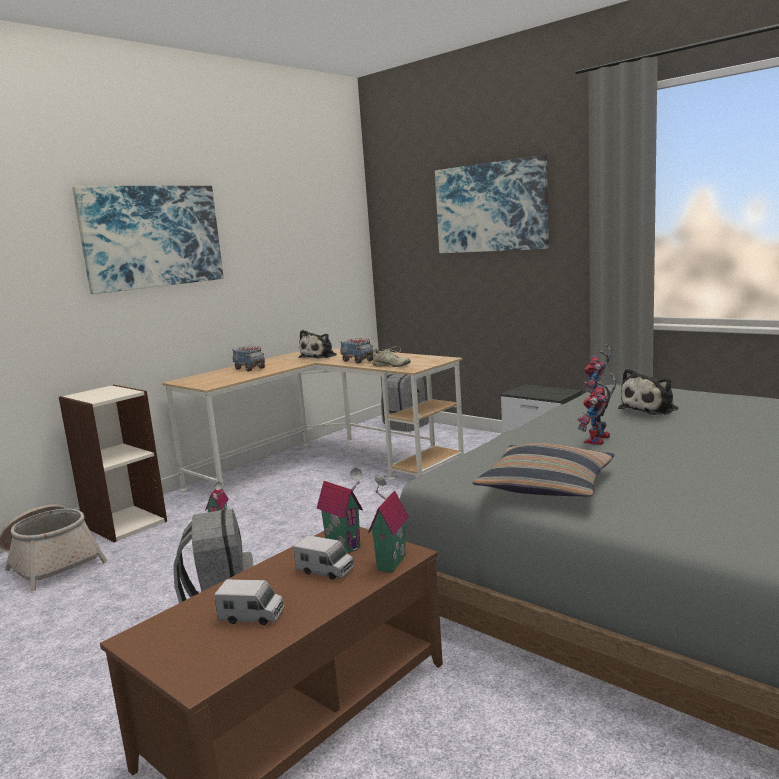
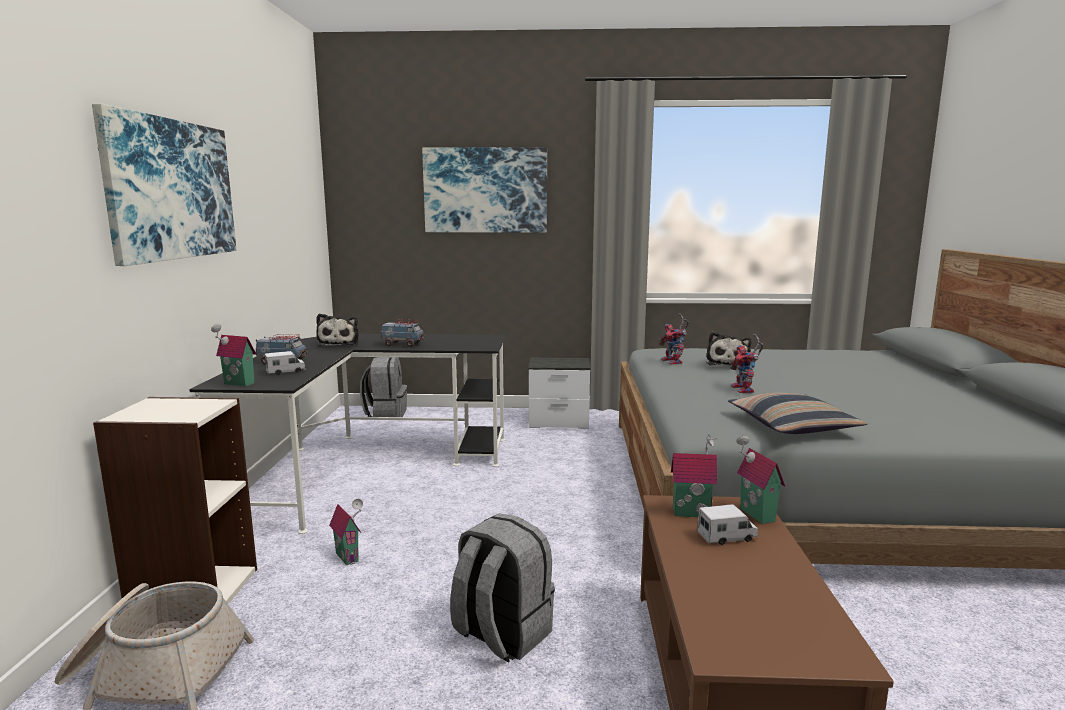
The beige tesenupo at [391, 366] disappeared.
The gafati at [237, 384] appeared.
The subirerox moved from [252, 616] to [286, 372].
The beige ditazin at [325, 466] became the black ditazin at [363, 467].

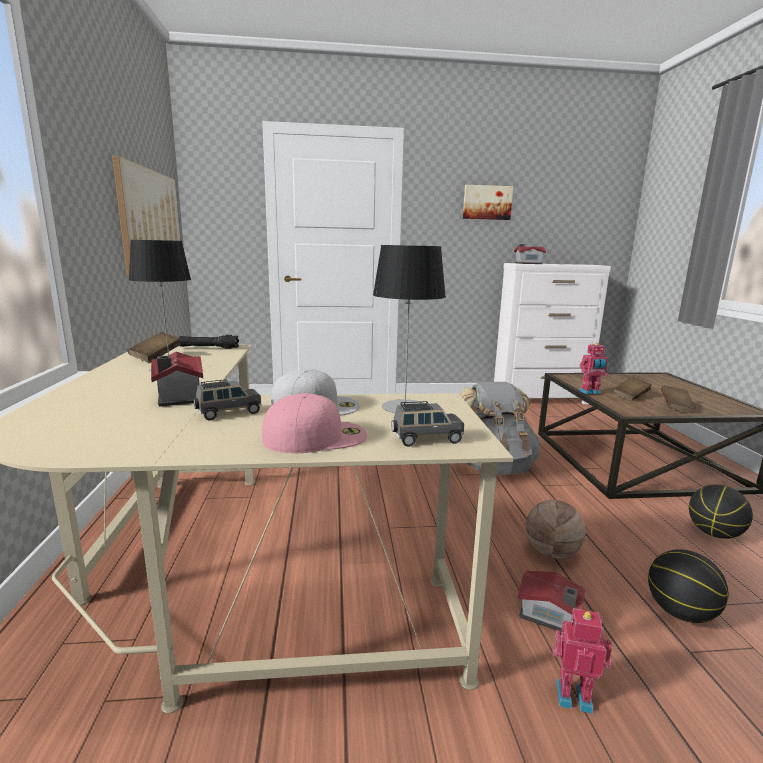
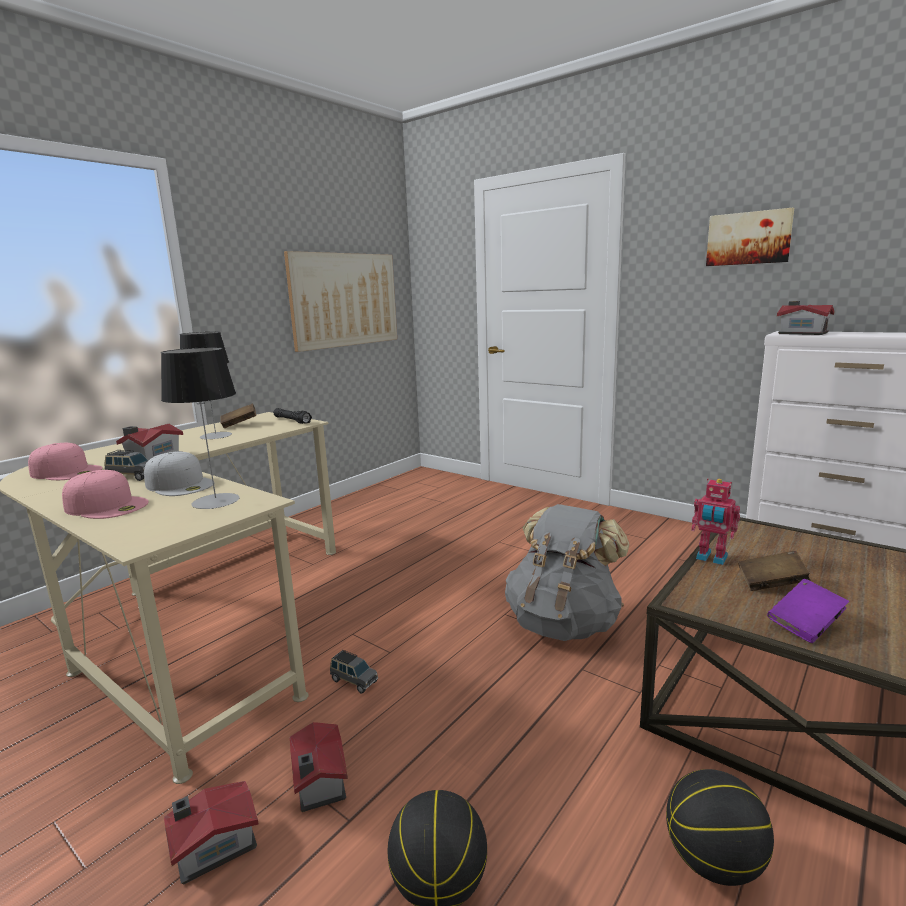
The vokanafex at [551, 552] disappeared.
The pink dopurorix at [67, 472] appeared.
The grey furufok moved from [426, 439] to [353, 681].
The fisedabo at [573, 694] was replaced by the gafati at [213, 846].
The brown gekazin at [676, 407] became the purple gekazin at [805, 625].

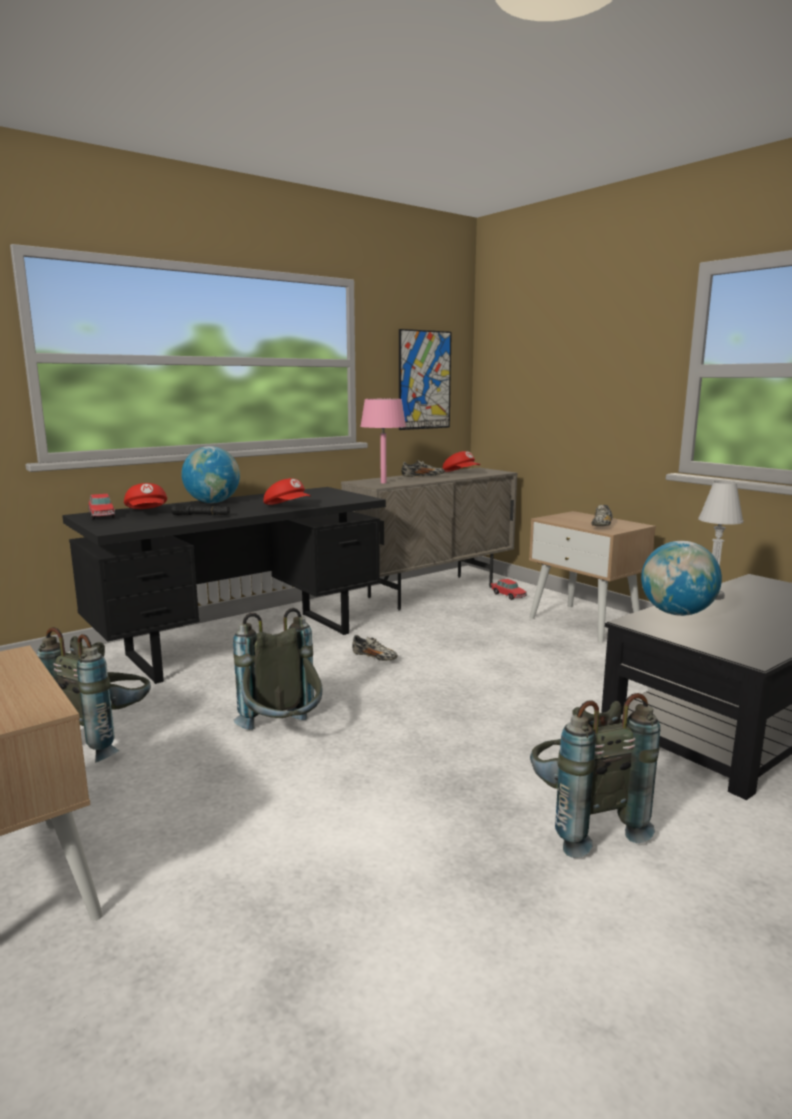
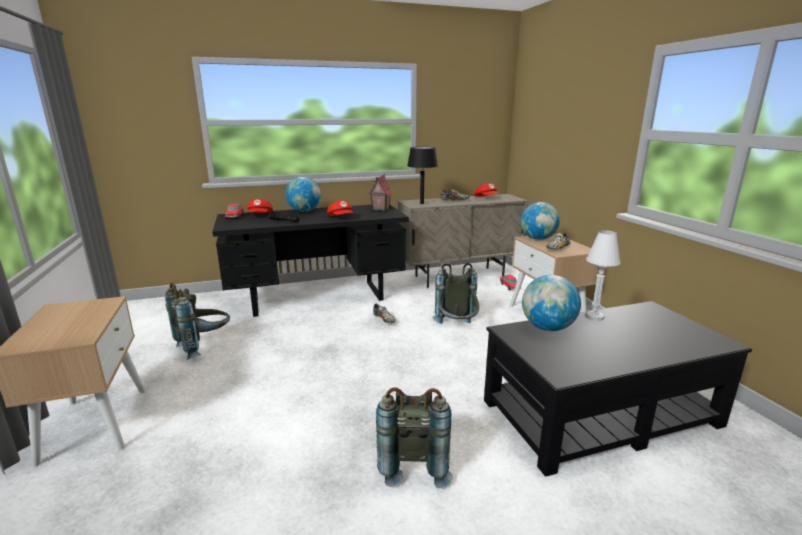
The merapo at [424, 380] disappeared.
The gafati at [380, 209] appeared.
The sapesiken at [538, 239] appeared.
The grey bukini moved from [283, 735] to [456, 328].
The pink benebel at [383, 483] became the black benebel at [421, 203].

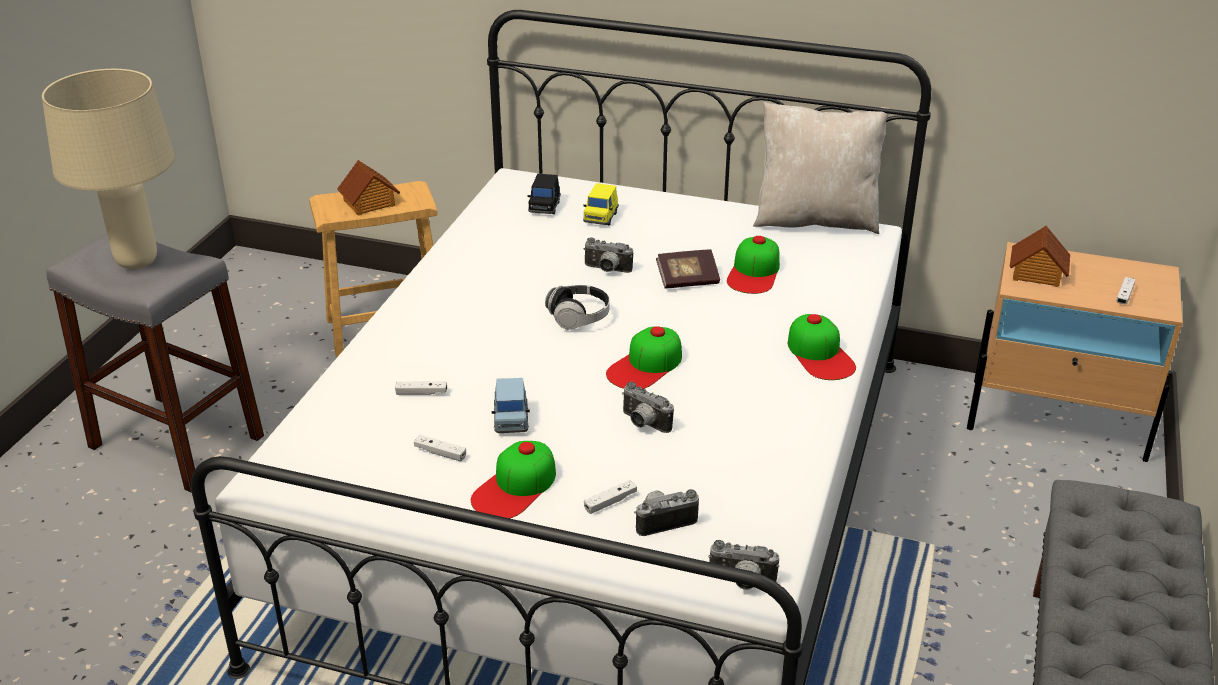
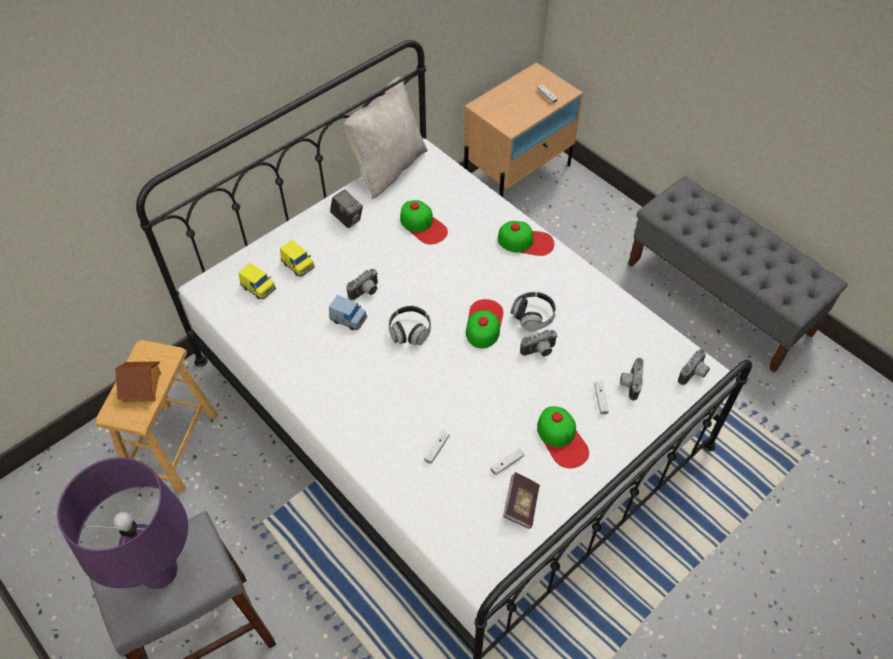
The gafati at [1036, 273] disappeared.
The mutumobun at [347, 219] appeared.
The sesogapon at [533, 316] appeared.
The blue furufok moved from [511, 420] to [348, 319].
The gekazin moved from [687, 280] to [521, 505].
The beige benebel at [136, 261] became the purple benebel at [160, 574].
The black furufok at [544, 207] became the yellow furufok at [258, 288].
The dopurorix at [645, 365] turned 150 degrees counterclockwise.

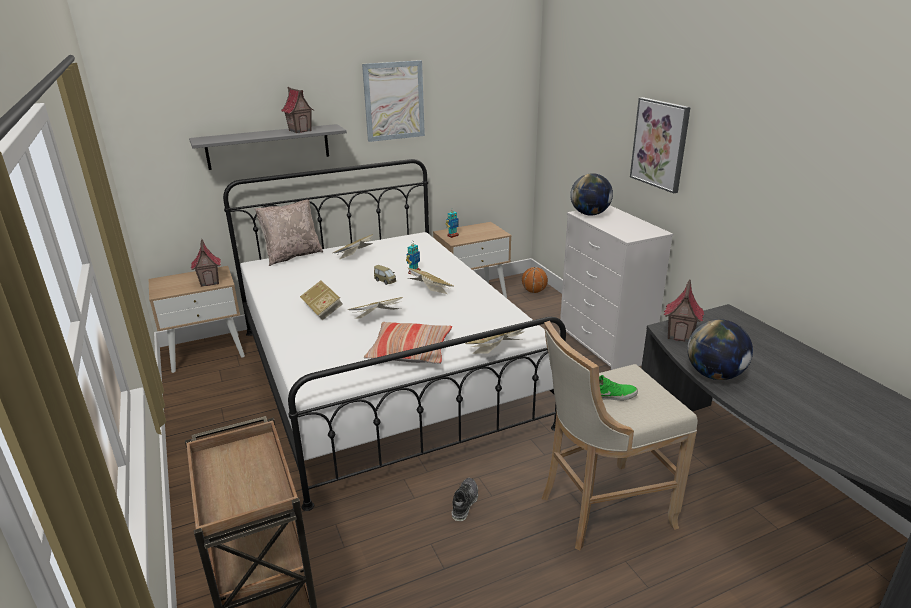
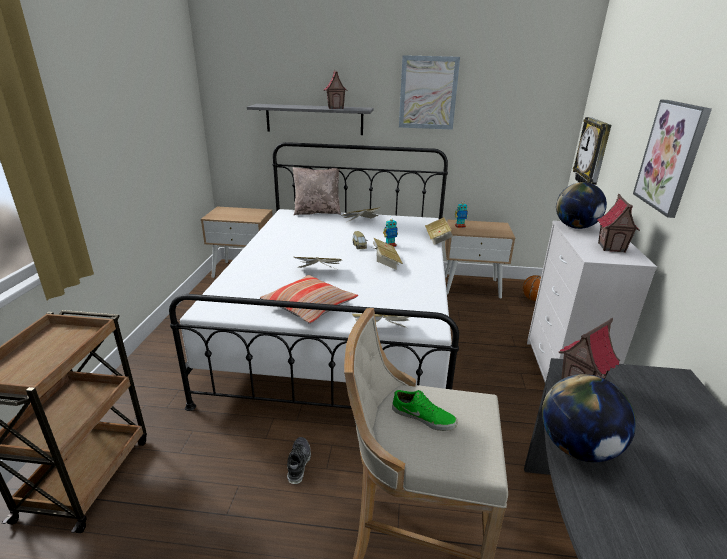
The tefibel at [593, 153] appeared.
The gafati moved from [210, 282] to [612, 247].
The gekazin moved from [322, 310] to [438, 239].
The tesenupo at [464, 503] turned 45 degrees counterclockwise.

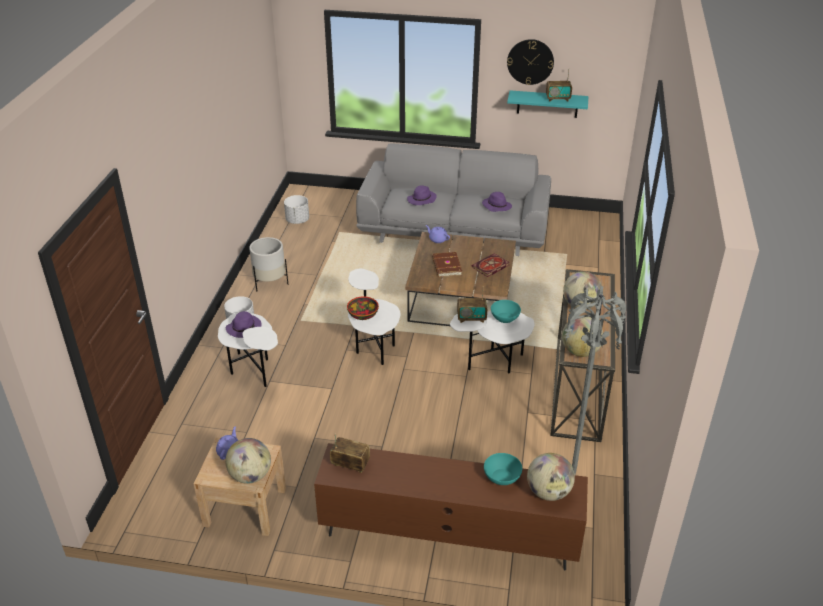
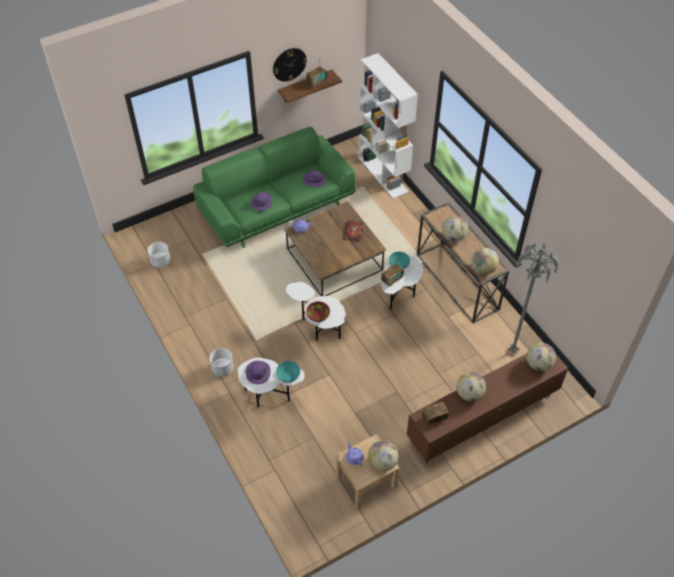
The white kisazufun at [270, 282] disappeared.
The brown gekazin at [446, 266] disappeared.
The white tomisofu at [383, 174] appeared.
The sapesiken at [469, 394] appeared.
The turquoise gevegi moved from [502, 477] to [288, 375].
The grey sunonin at [455, 231] became the green sunonin at [277, 207].
The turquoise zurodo at [547, 104] became the brown zurodo at [305, 86].

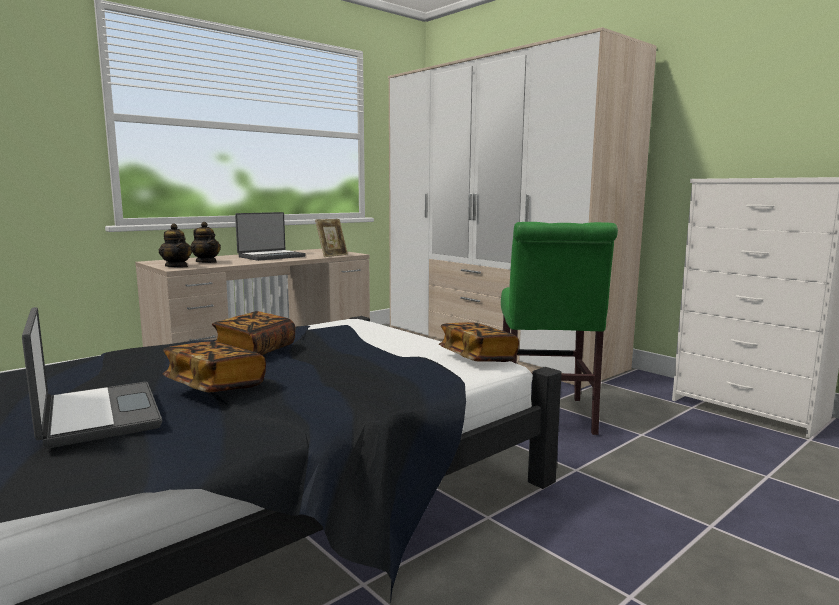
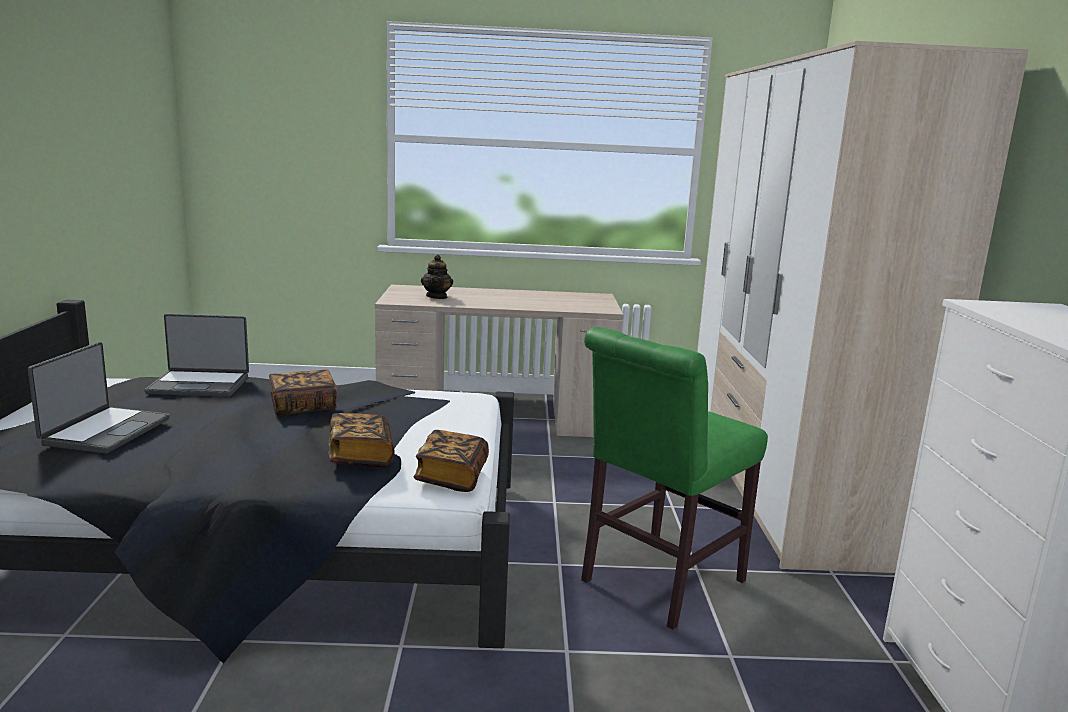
The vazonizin at [177, 266] disappeared.
The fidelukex at [332, 255] disappeared.
The gekazin moved from [215, 385] to [360, 456].
The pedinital moved from [271, 256] to [200, 385].

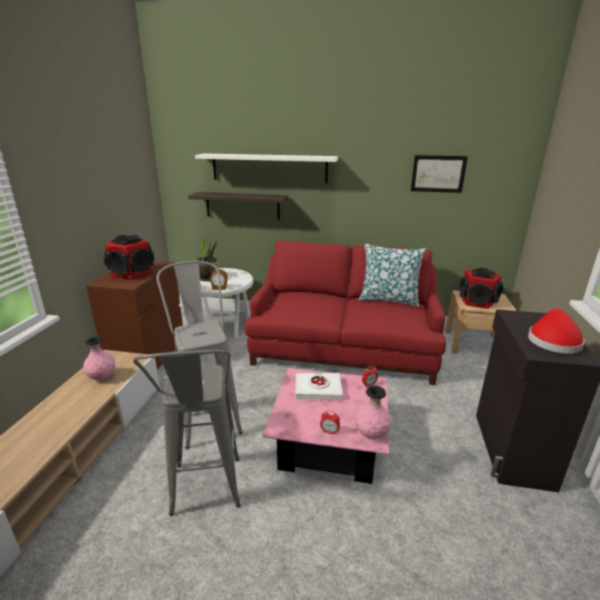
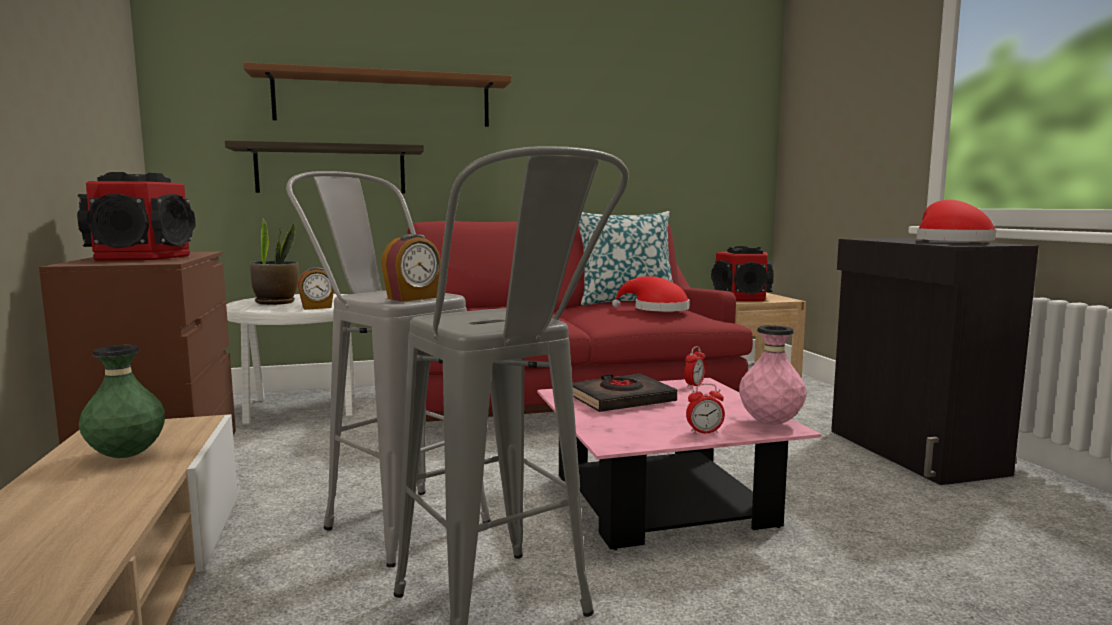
The merapo at [438, 174] disappeared.
The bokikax at [413, 298] appeared.
The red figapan at [656, 309] appeared.
The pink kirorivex at [102, 378] became the green kirorivex at [127, 456].
The white zurodo at [269, 168] became the brown zurodo at [383, 100].
The white gekazin at [318, 389] became the black gekazin at [621, 400].

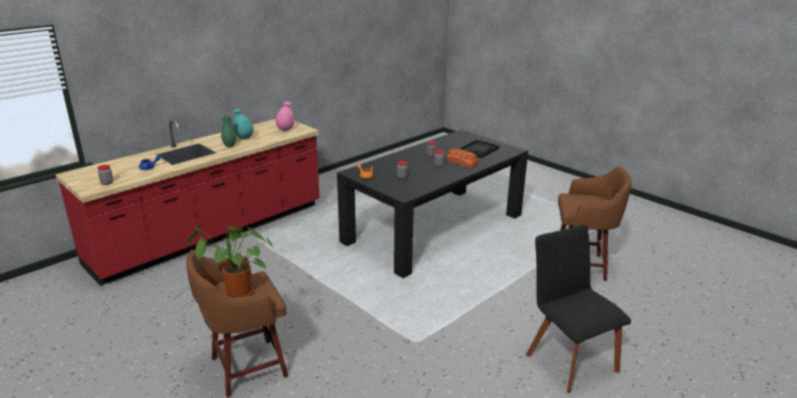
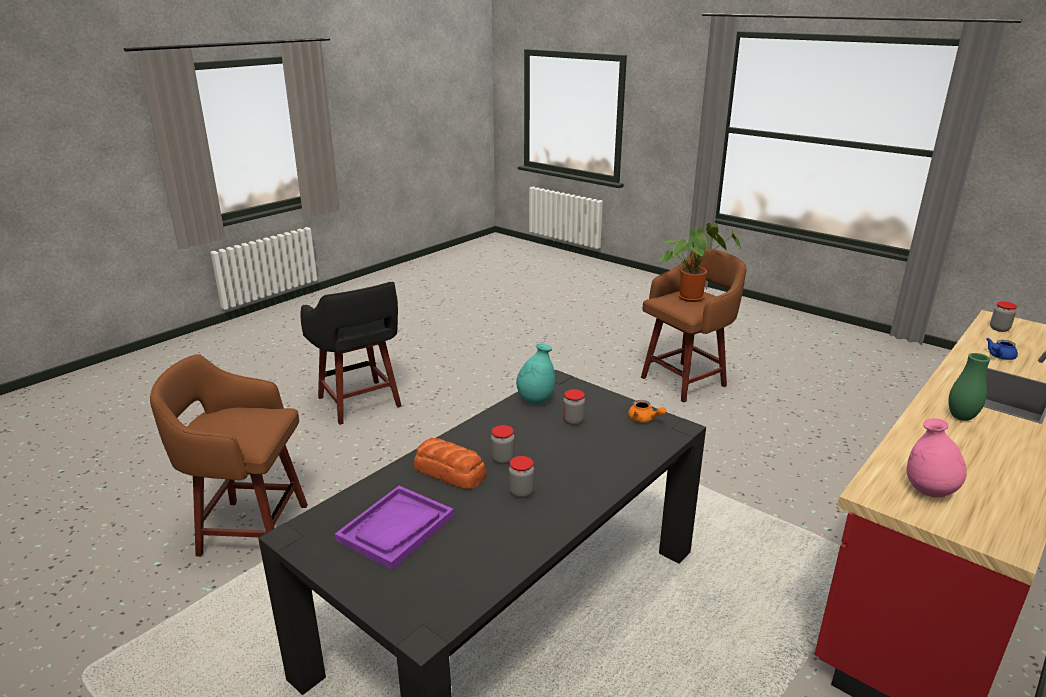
The turquoise kirorivex moved from [244, 138] to [535, 400].
The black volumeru at [569, 359] was replaced by the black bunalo at [360, 403].
The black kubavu at [478, 150] became the purple kubavu at [396, 528].

